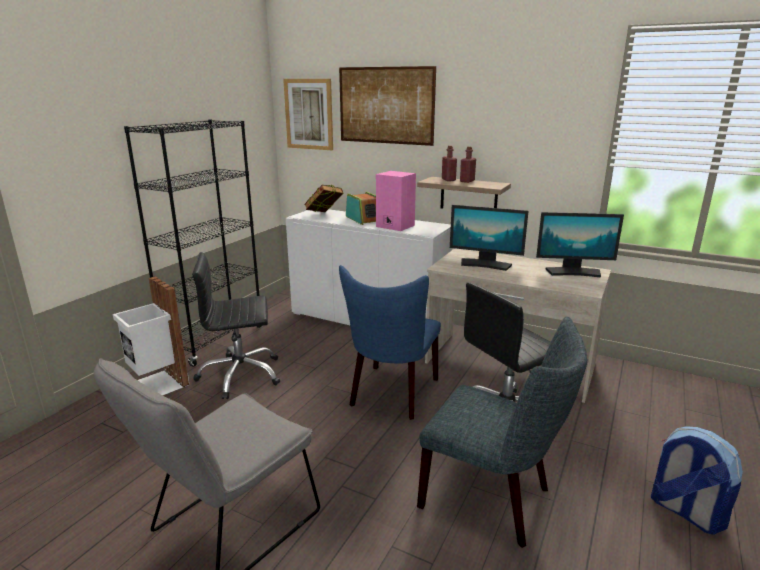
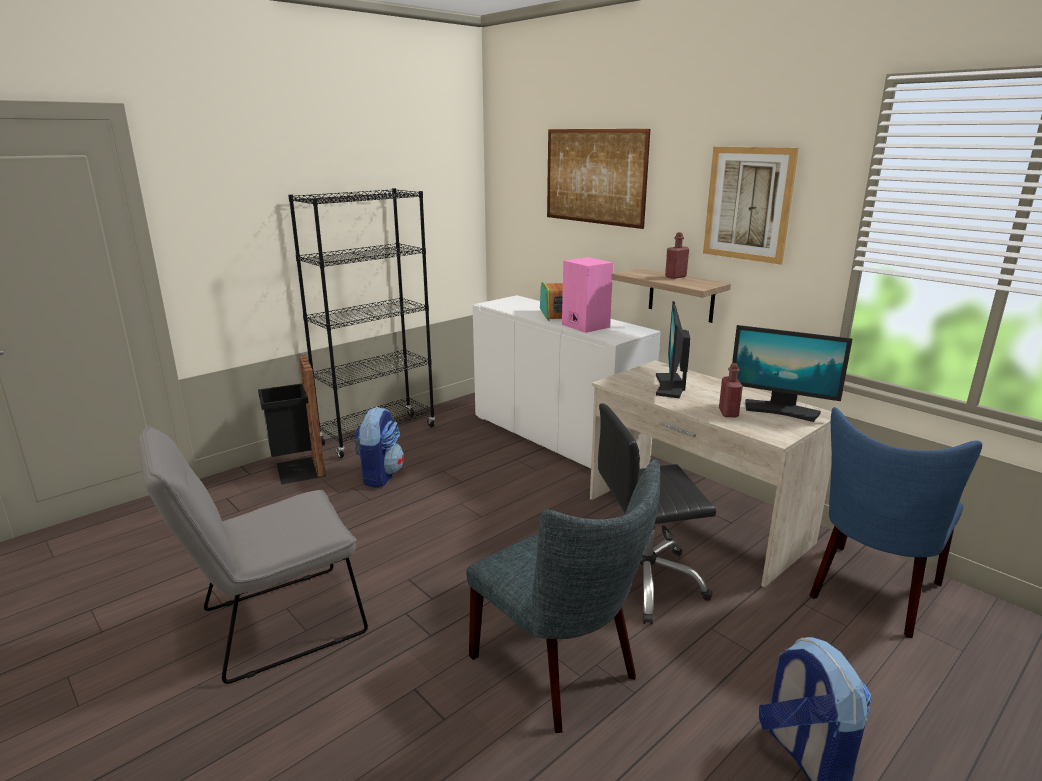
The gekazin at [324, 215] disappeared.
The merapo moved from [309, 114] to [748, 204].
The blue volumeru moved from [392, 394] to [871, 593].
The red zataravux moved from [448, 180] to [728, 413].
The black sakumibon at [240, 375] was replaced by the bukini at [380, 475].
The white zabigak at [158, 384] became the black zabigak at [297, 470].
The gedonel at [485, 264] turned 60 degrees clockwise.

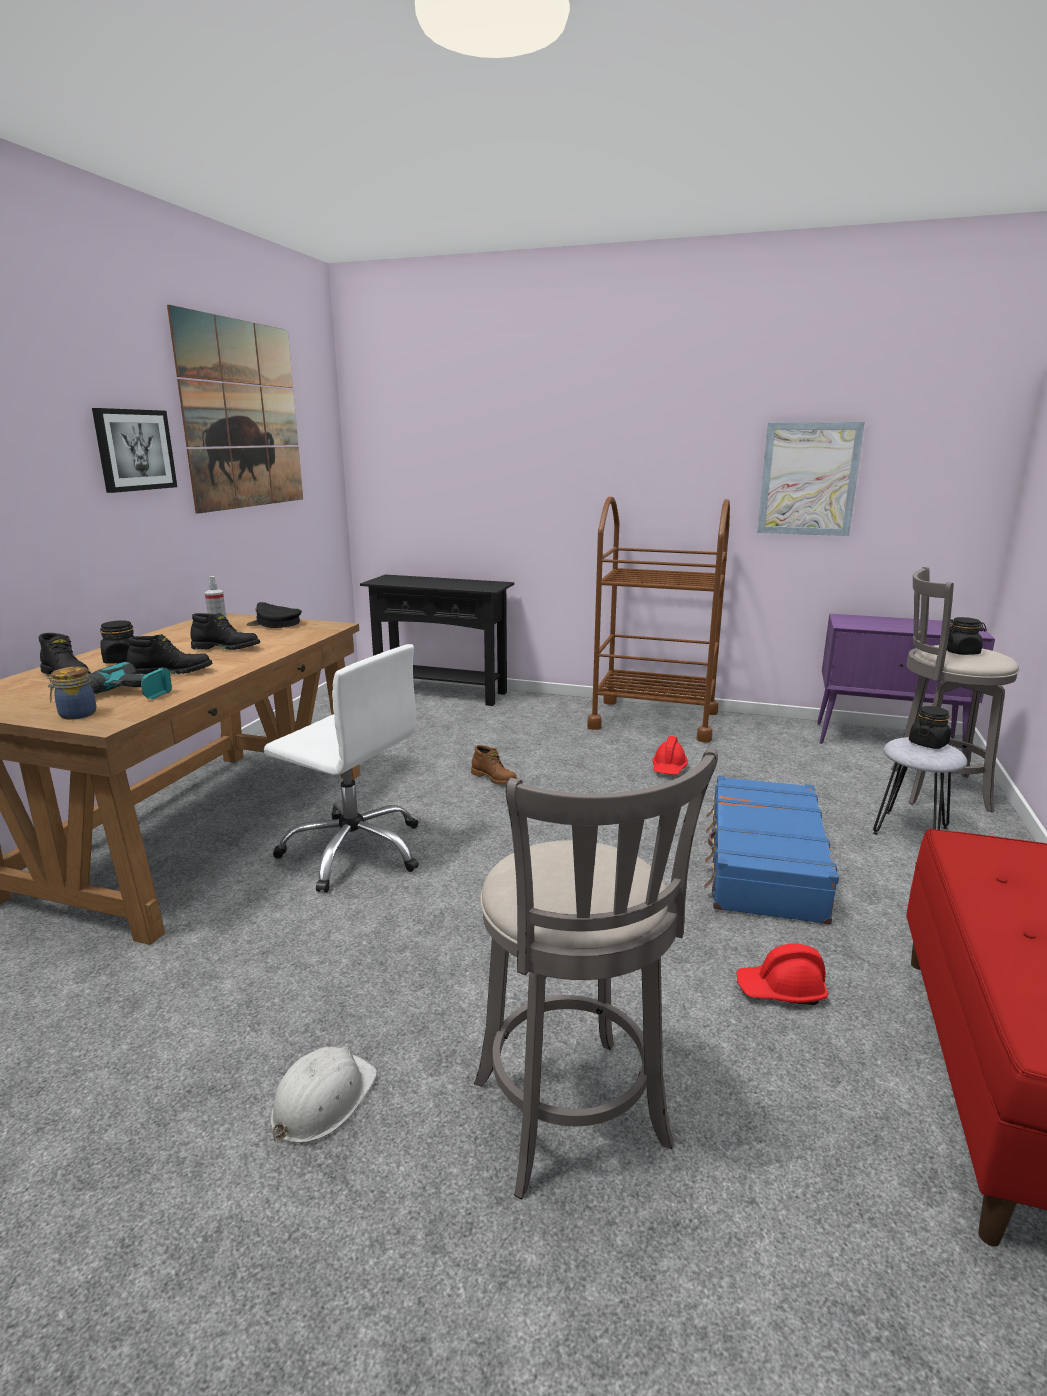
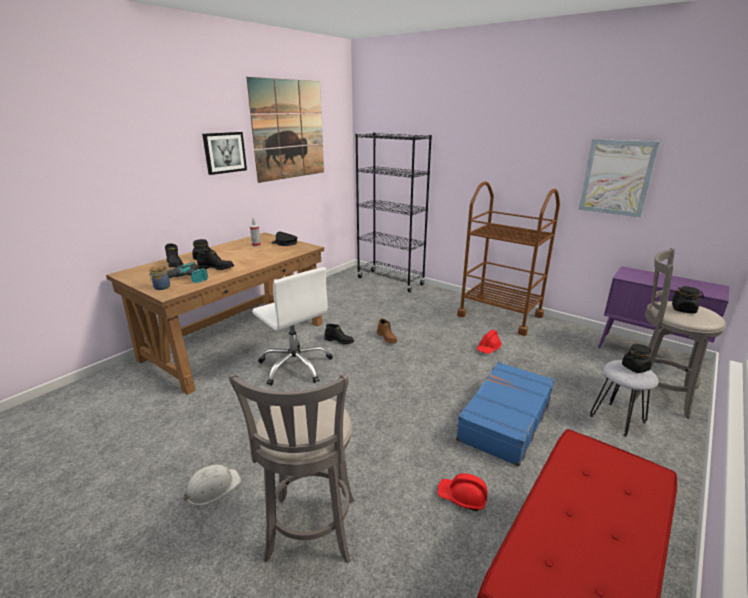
The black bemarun moved from [227, 648] to [339, 341].
The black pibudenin at [441, 693] was replaced by the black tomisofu at [390, 281].

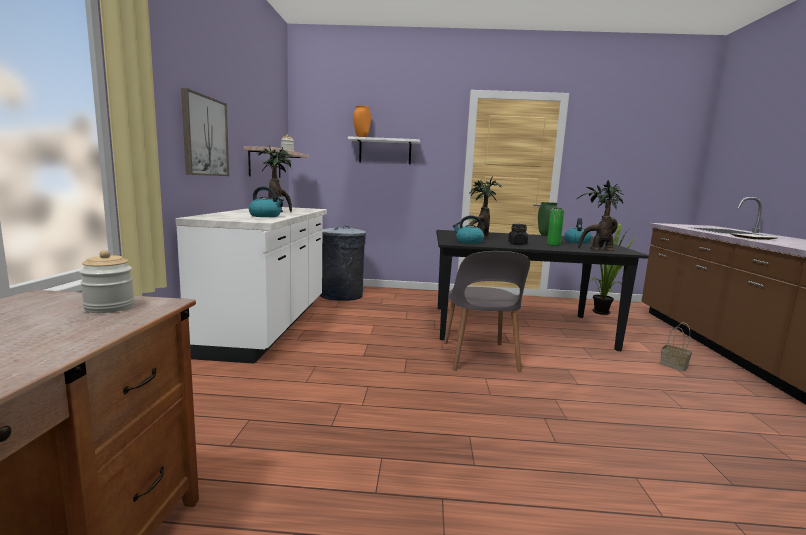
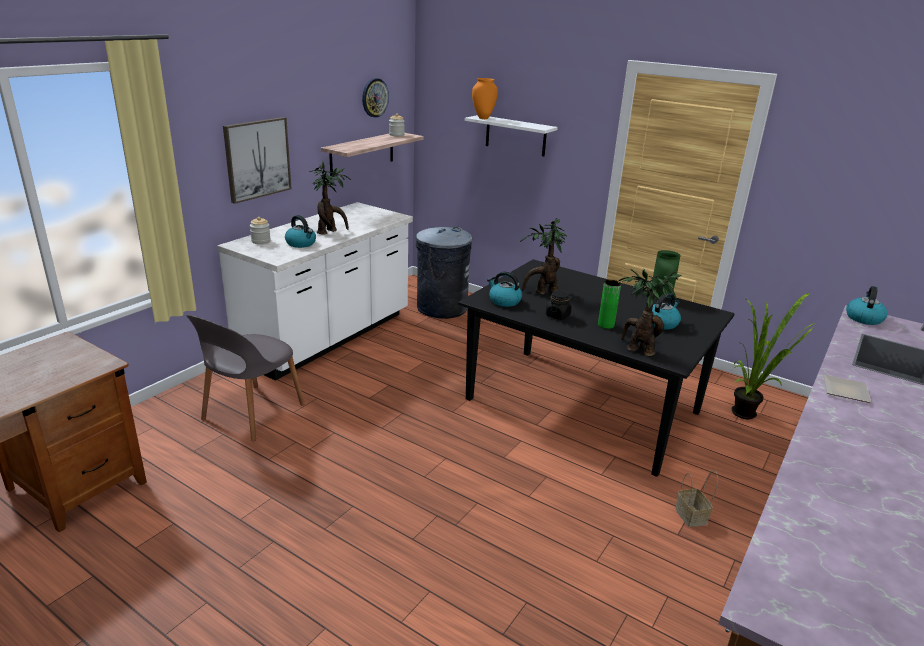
The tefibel at [374, 97] appeared.
The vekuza at [863, 318] appeared.
The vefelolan moved from [109, 307] to [261, 241].
The grey volumeru moved from [479, 357] to [251, 413].

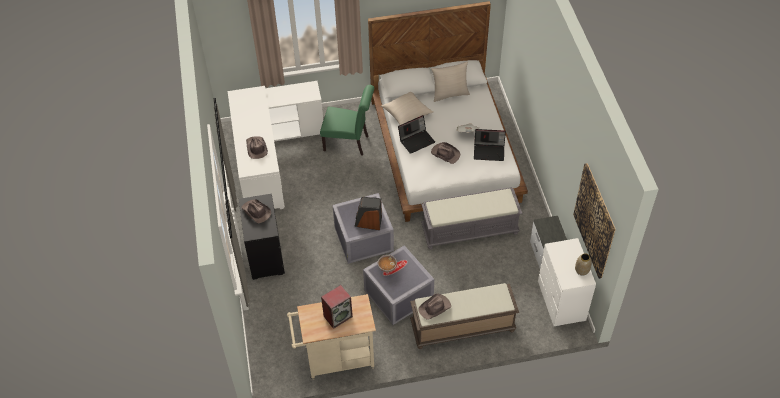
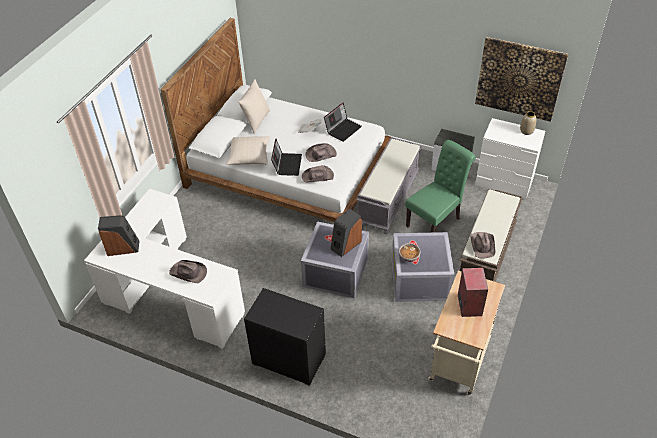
The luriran at [123, 247] appeared.
The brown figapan moved from [256, 212] to [318, 176].
The green volumeru moved from [349, 143] to [435, 221].

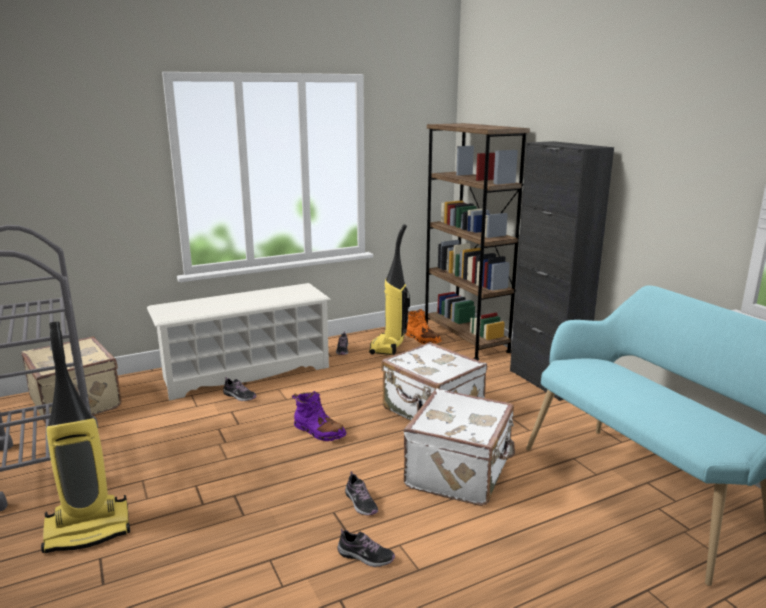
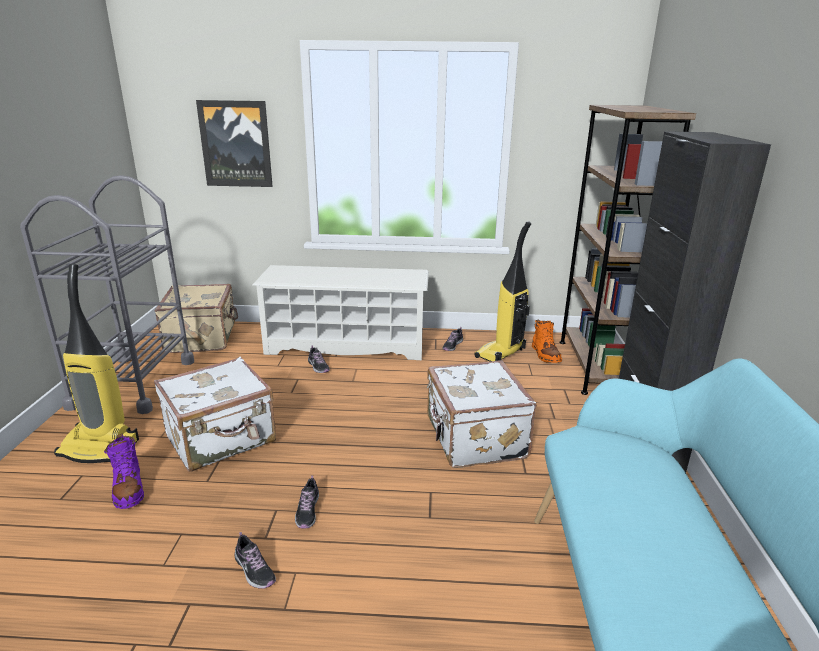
The merapo at [236, 144] appeared.
The purple bemarun moved from [319, 432] to [128, 488].
The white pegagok moved from [460, 473] to [222, 439].

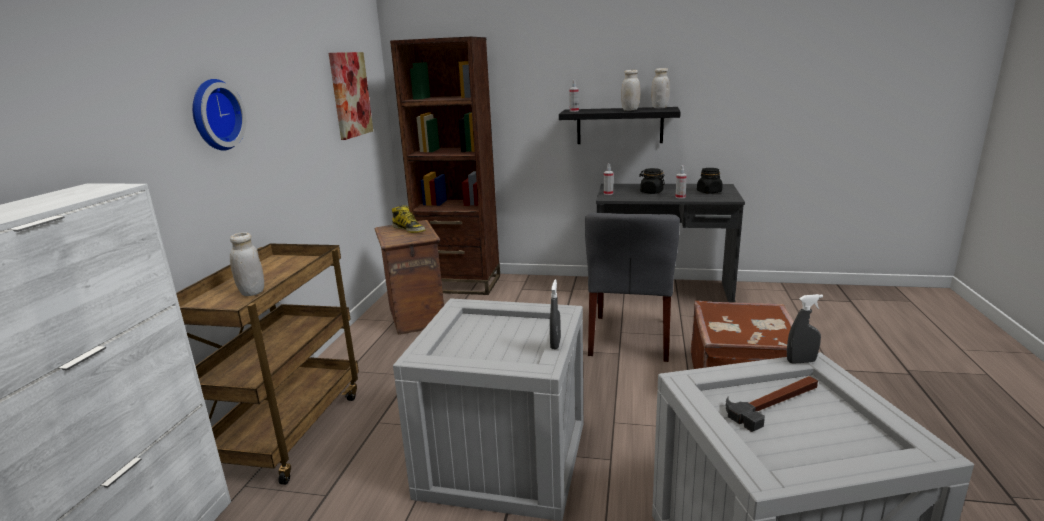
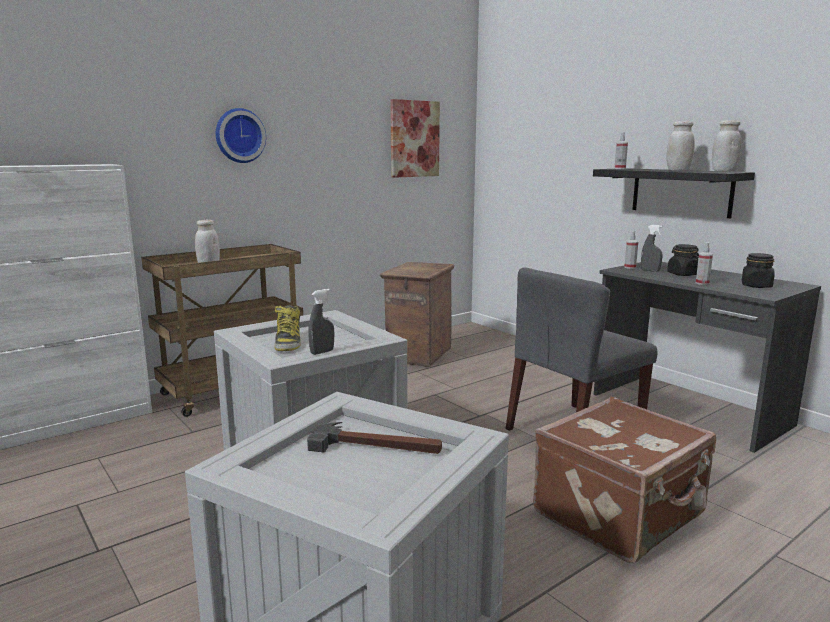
The brown tomisofu at [460, 284] disappeared.
The bemarun moved from [409, 229] to [288, 343].
The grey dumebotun moved from [801, 361] to [650, 270].

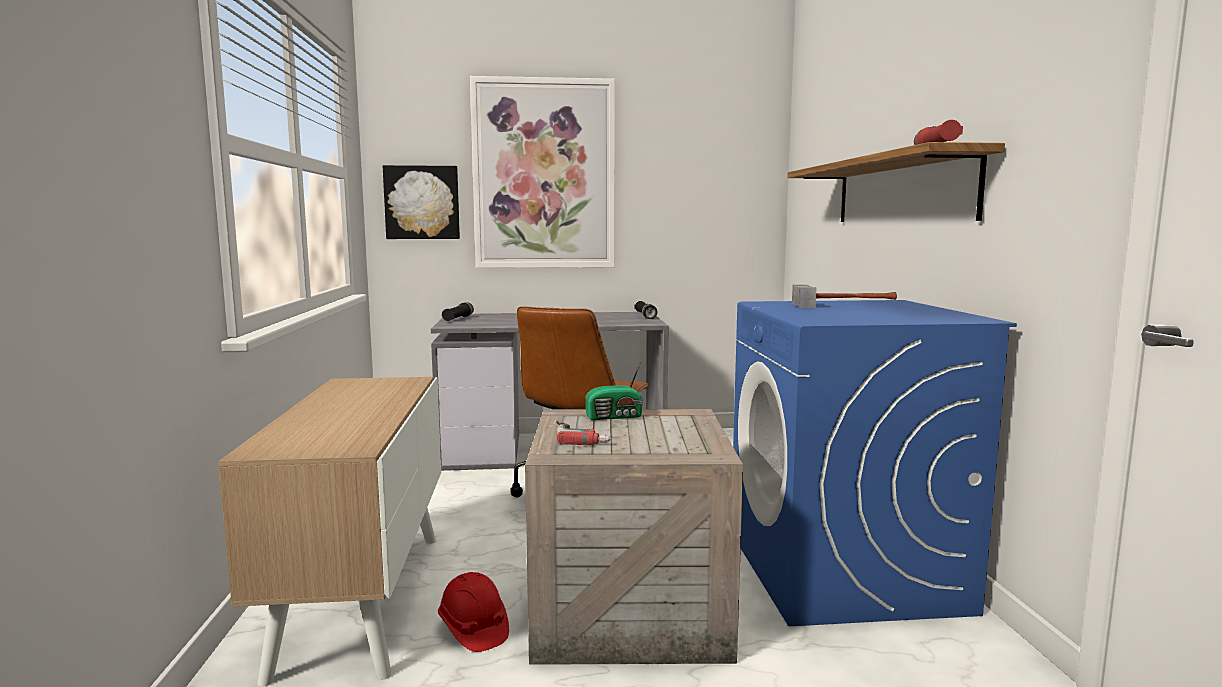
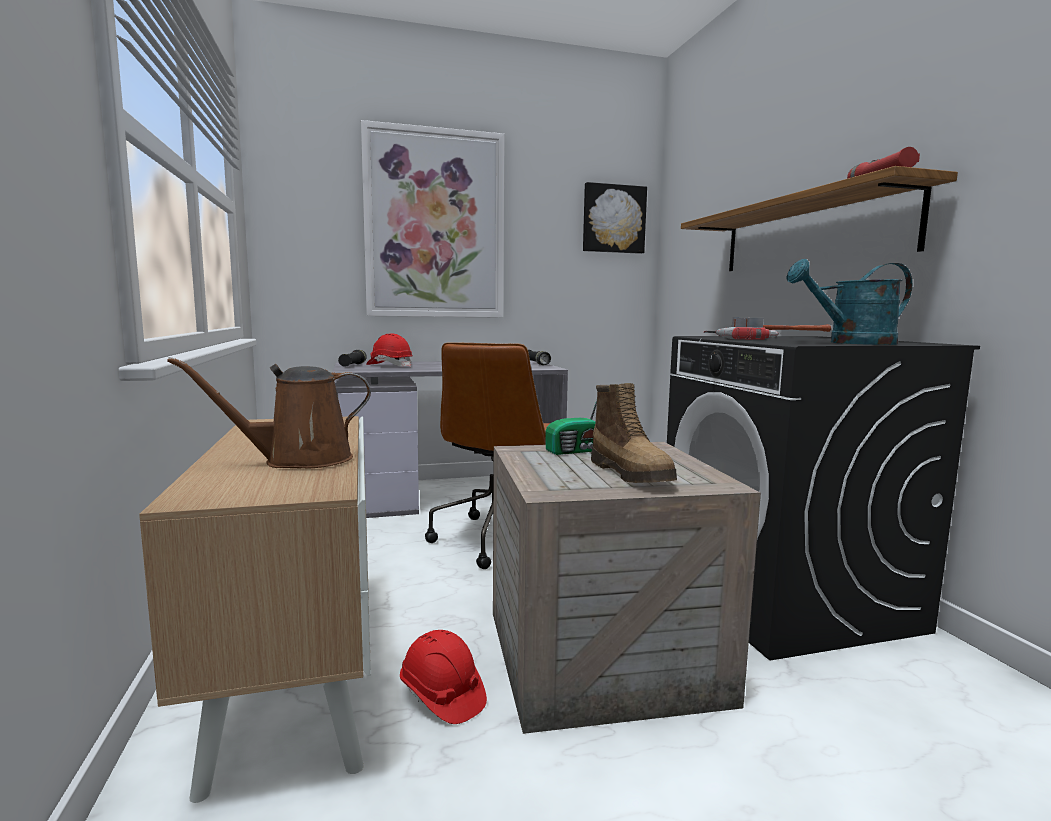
The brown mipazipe at [299, 460] appeared.
The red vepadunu at [390, 366] appeared.
The bemarun at [632, 474] appeared.
The turquoise mipazipe at [851, 343] appeared.
The merapo moved from [422, 202] to [613, 219].
The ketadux moved from [582, 436] to [740, 338].
The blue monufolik at [844, 571] became the black monufolik at [785, 597].

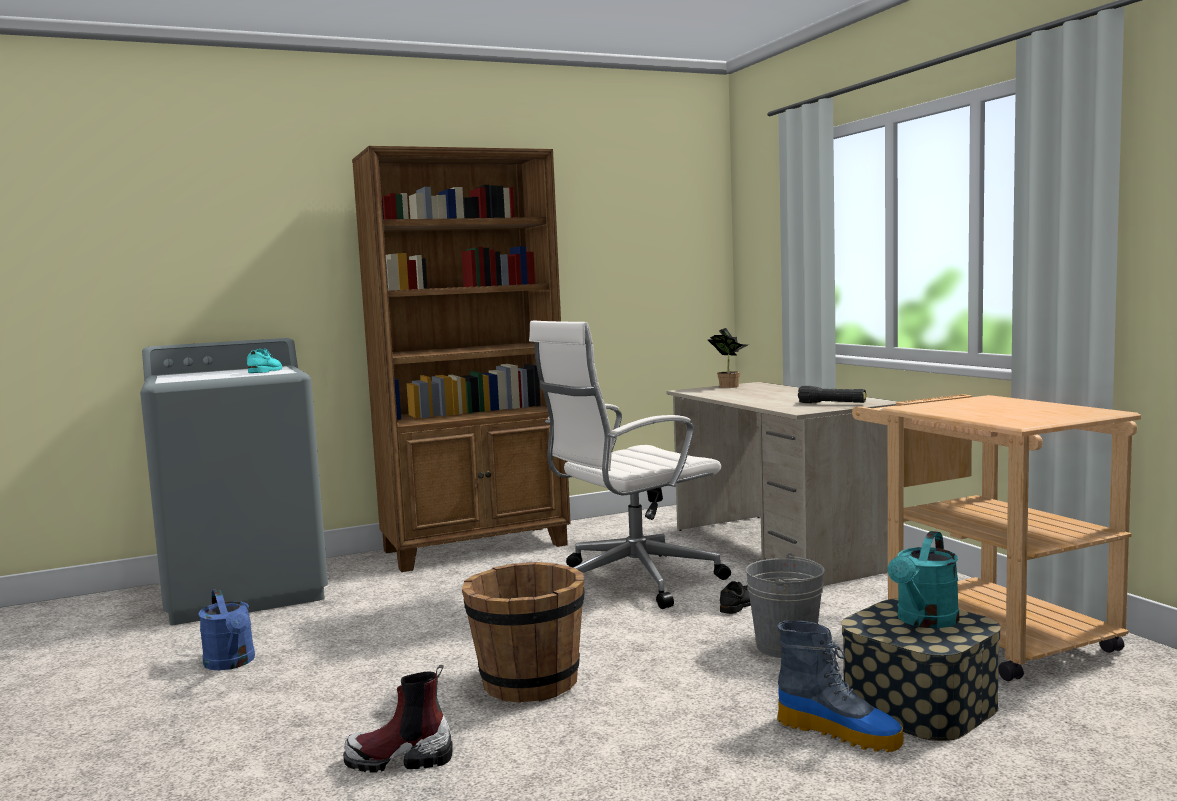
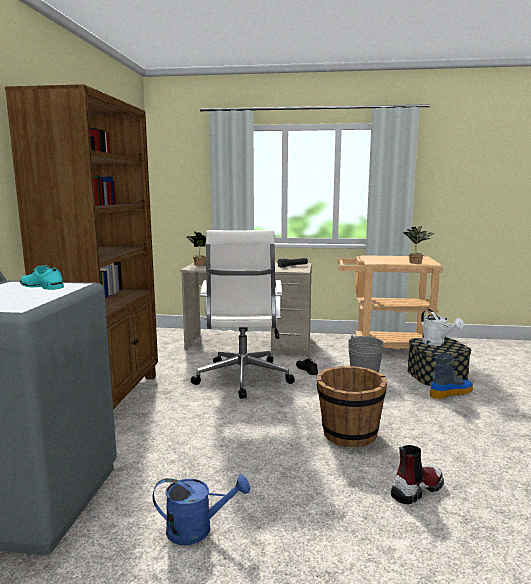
The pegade at [416, 262] appeared.
The turquoise mipazipe at [924, 621] became the white mipazipe at [437, 343].
The bemarun at [399, 759] turned 150 degrees counterclockwise.

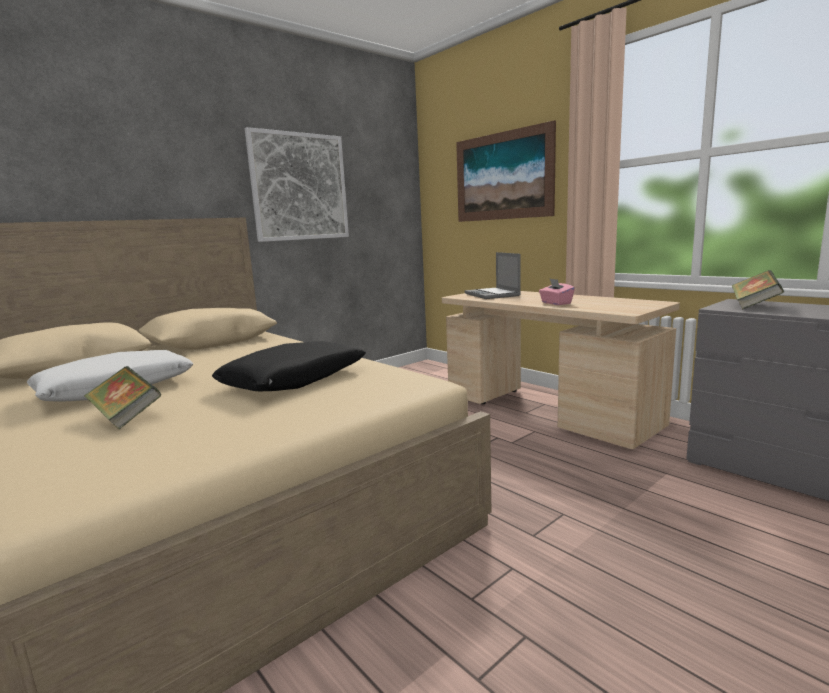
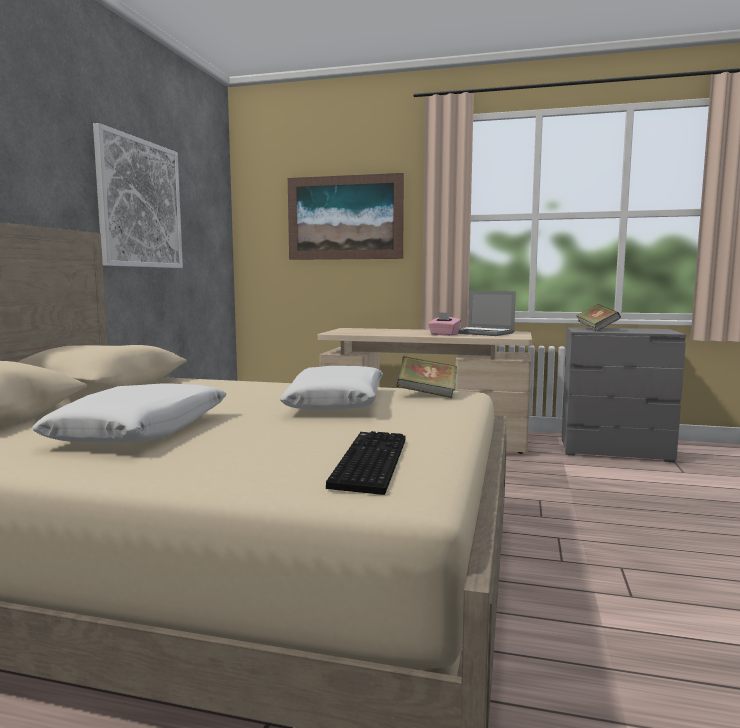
The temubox at [368, 462] appeared.
The gekazin moved from [126, 417] to [427, 395].
The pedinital moved from [493, 295] to [483, 333].
The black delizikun at [294, 380] became the white delizikun at [337, 402].

